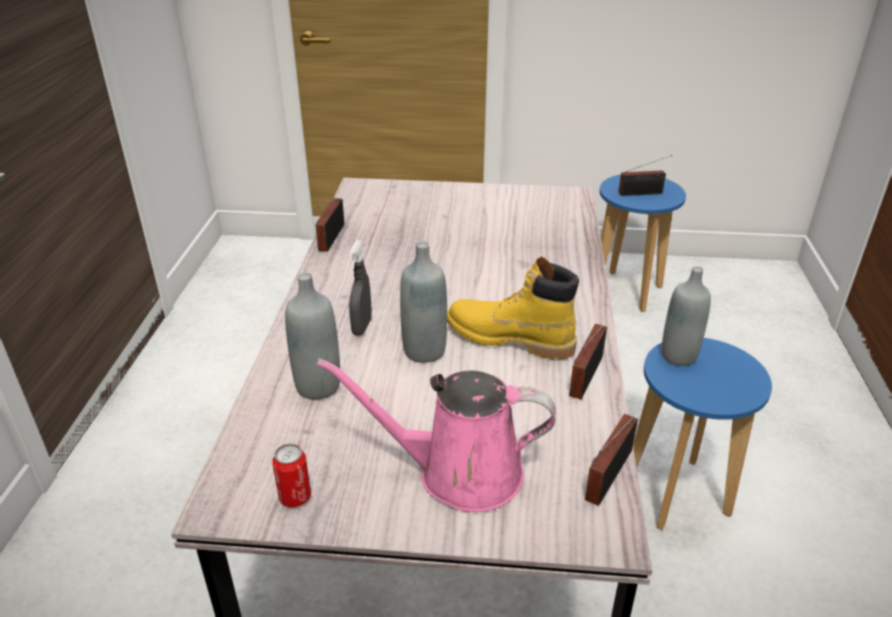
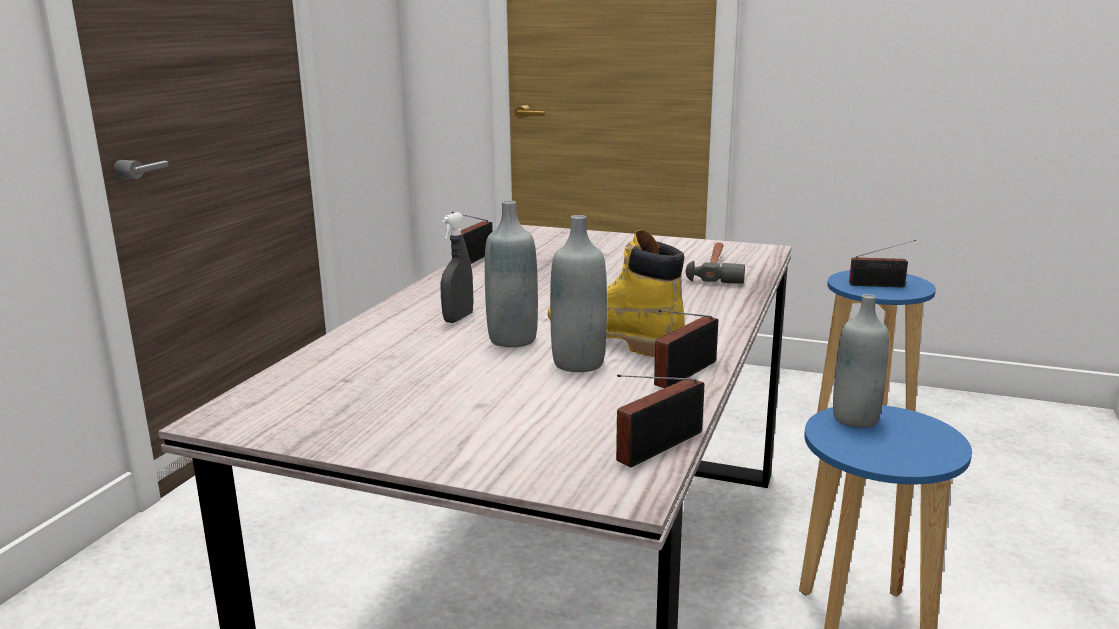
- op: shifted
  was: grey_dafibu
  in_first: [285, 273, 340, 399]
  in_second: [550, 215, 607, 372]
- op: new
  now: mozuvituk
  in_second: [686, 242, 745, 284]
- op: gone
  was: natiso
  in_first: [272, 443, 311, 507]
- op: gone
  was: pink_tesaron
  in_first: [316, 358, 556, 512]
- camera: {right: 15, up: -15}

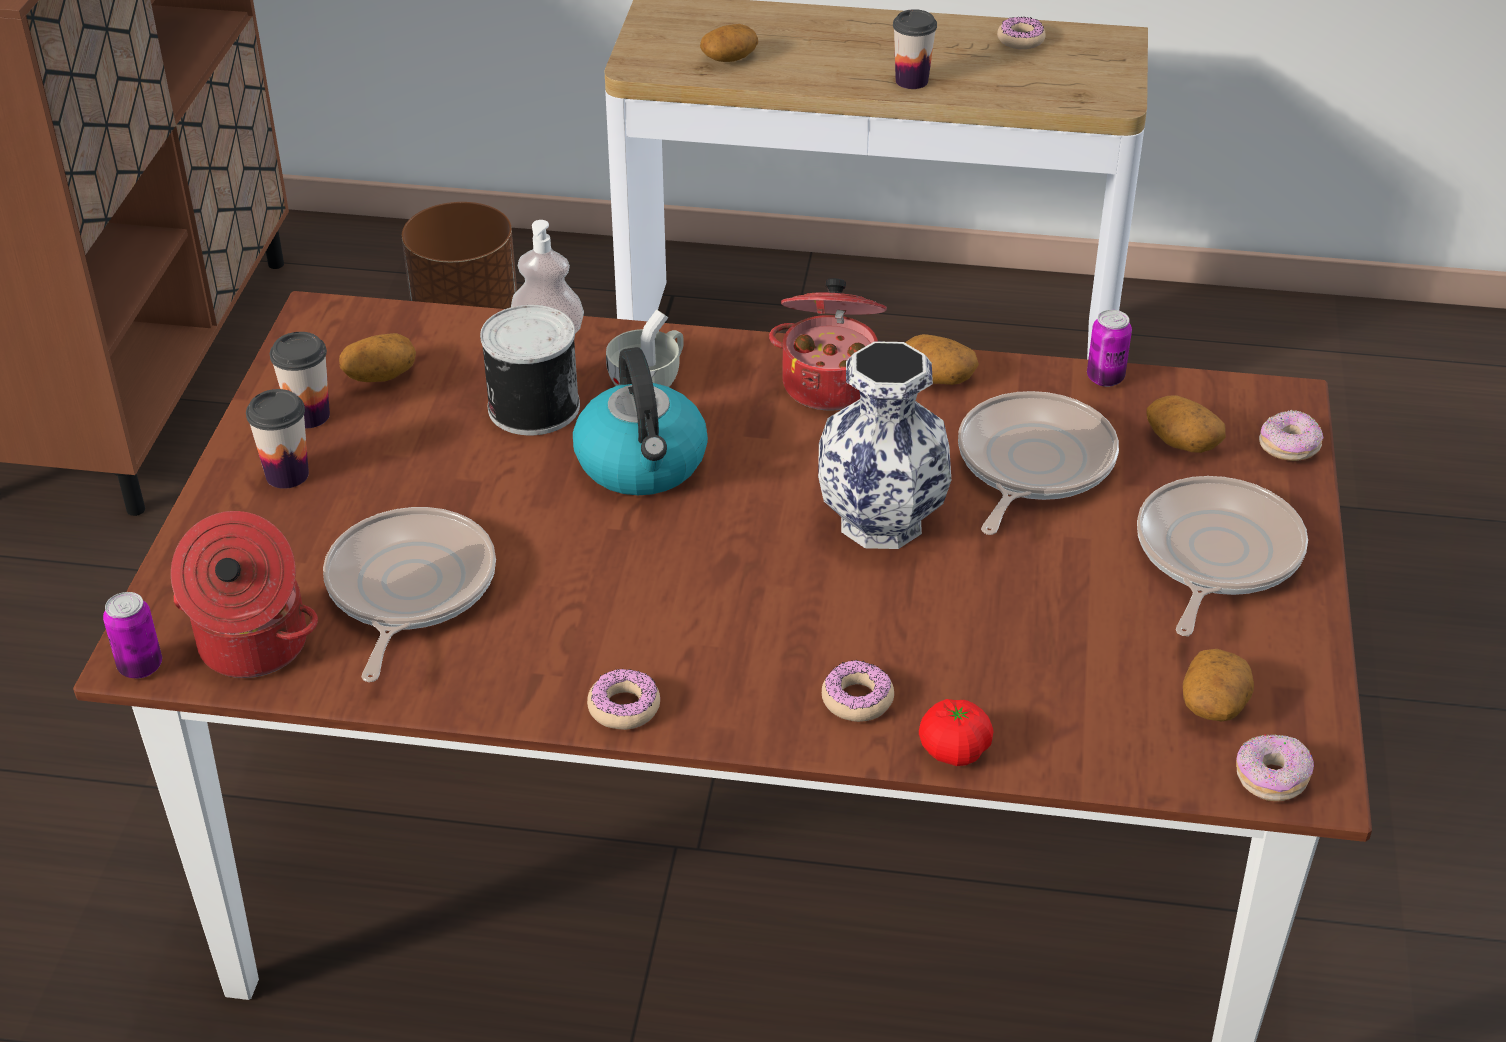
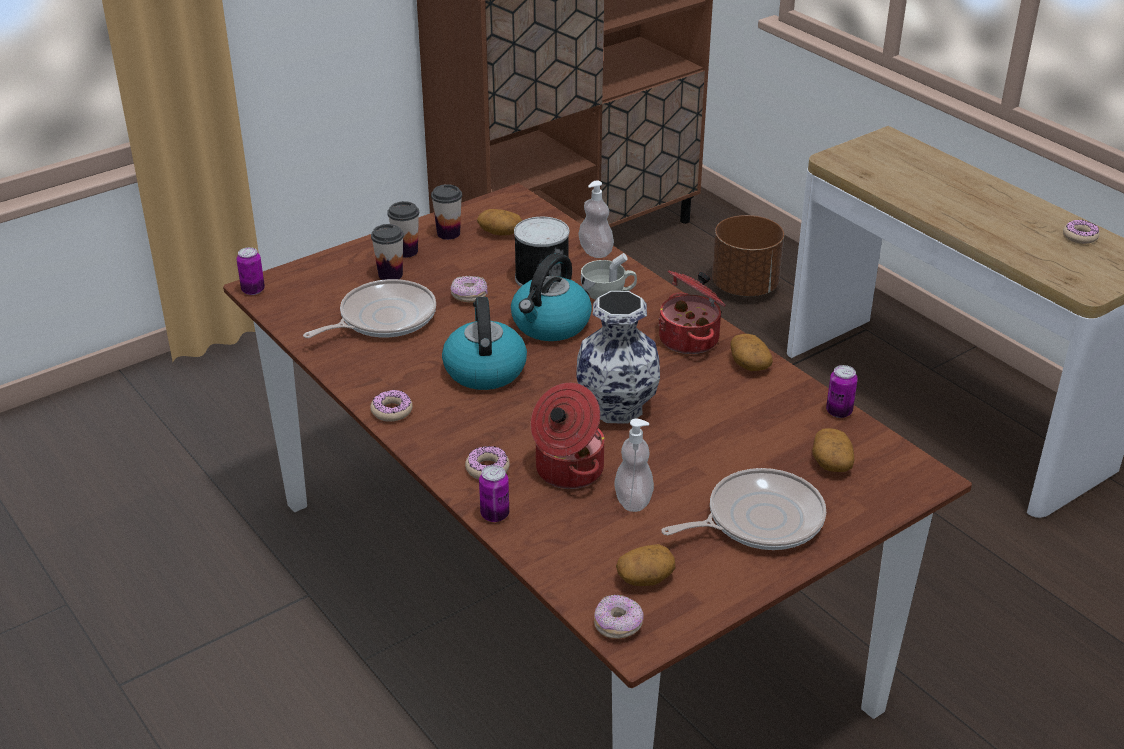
- op: shifted
  was: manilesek
  in_first: [893, 9, 937, 89]
  in_second: [371, 224, 404, 280]
- op: new
  now: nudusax
  in_second: [442, 297, 527, 390]
- op: shifted
  was: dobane
  in_first: [1259, 410, 1324, 461]
  in_second: [450, 276, 487, 302]
- op: swapped
  was: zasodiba
  now: natiso
  in_first: [919, 699, 994, 766]
  in_second: [479, 465, 509, 522]
- op: shifted
  was: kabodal
  in_first: [171, 511, 318, 678]
  in_second: [531, 383, 604, 489]
- op: new
  now: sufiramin
  in_second: [614, 419, 654, 512]
- op: gone
  was: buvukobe
  in_first: [700, 24, 758, 62]
- op: gone
  was: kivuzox
  in_first: [958, 391, 1119, 535]
- camera: {right: 45, up: -5}

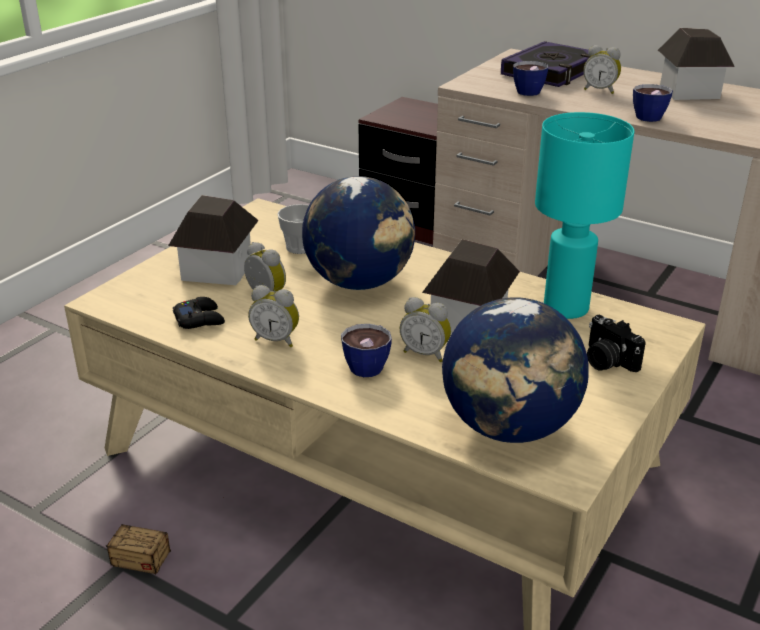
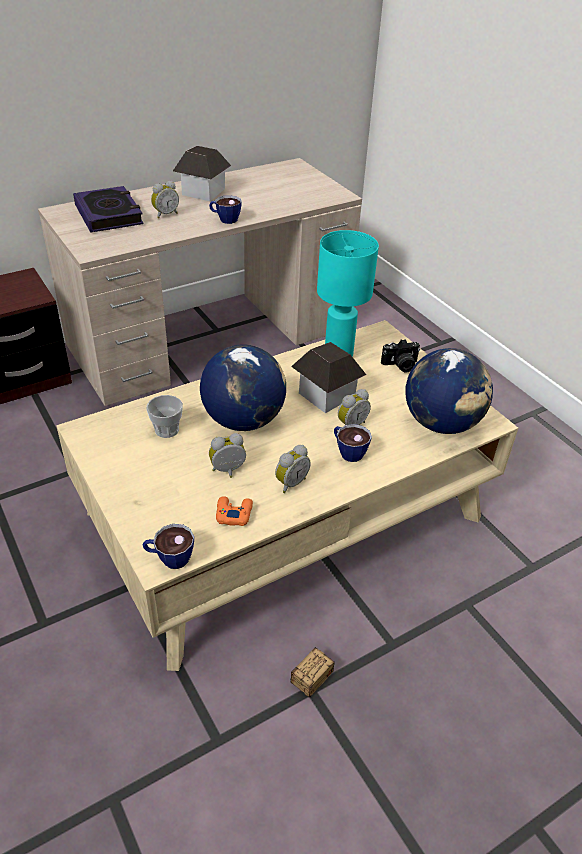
- op: shifted
  was: manilesek
  in_first: [513, 61, 548, 96]
  in_second: [143, 524, 194, 569]
- op: repainted
  was: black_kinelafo
  now: orange_kinelafo
  in_first: [173, 297, 225, 329]
  in_second: [216, 496, 253, 526]
- op: gone
  was: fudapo
  in_first: [168, 195, 259, 285]
- camera: {right: -65, up: 10}

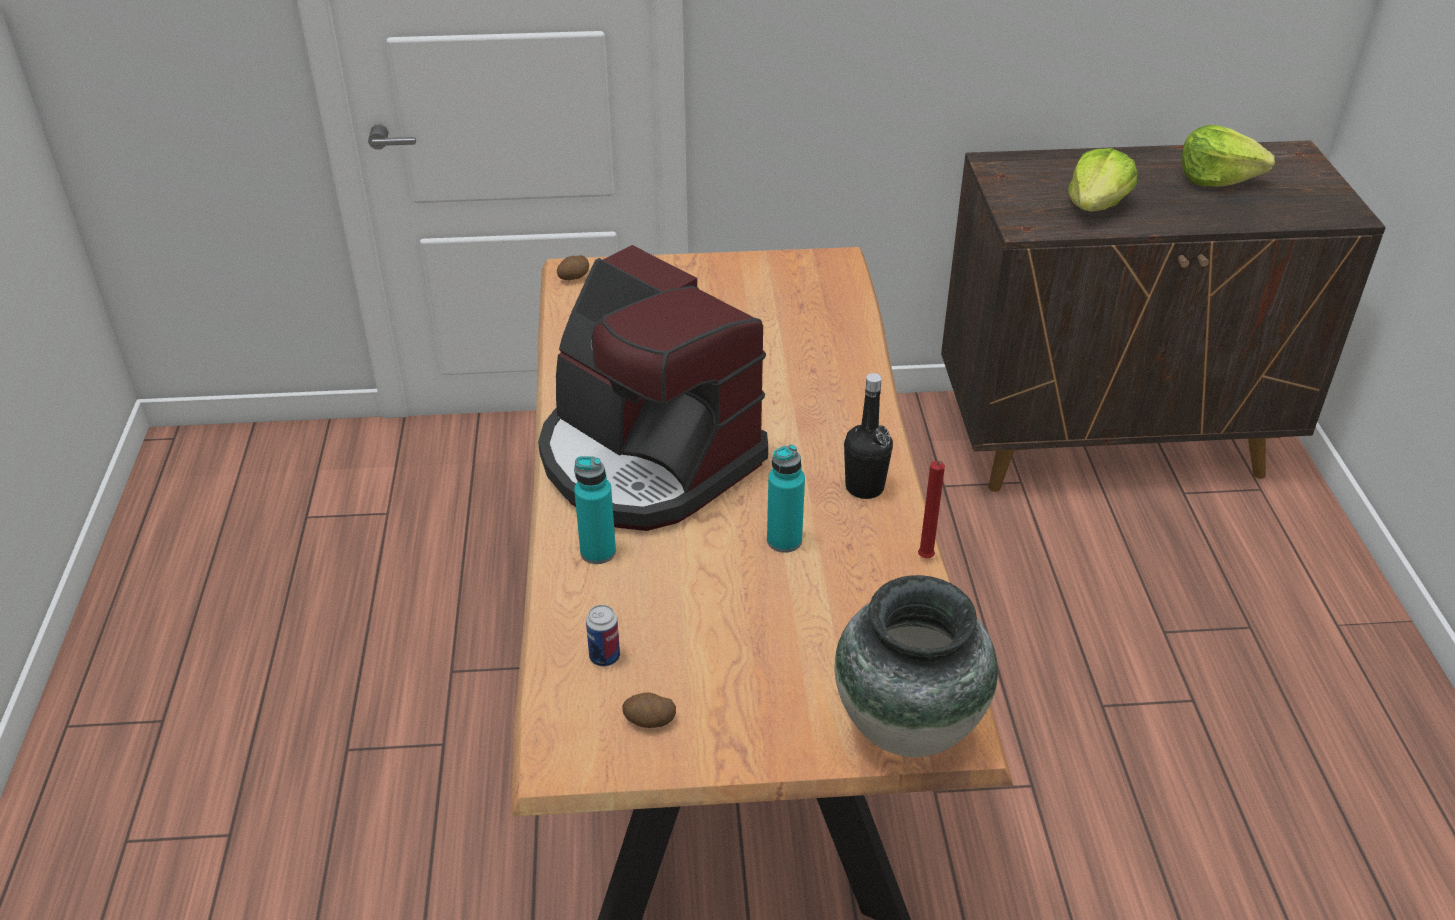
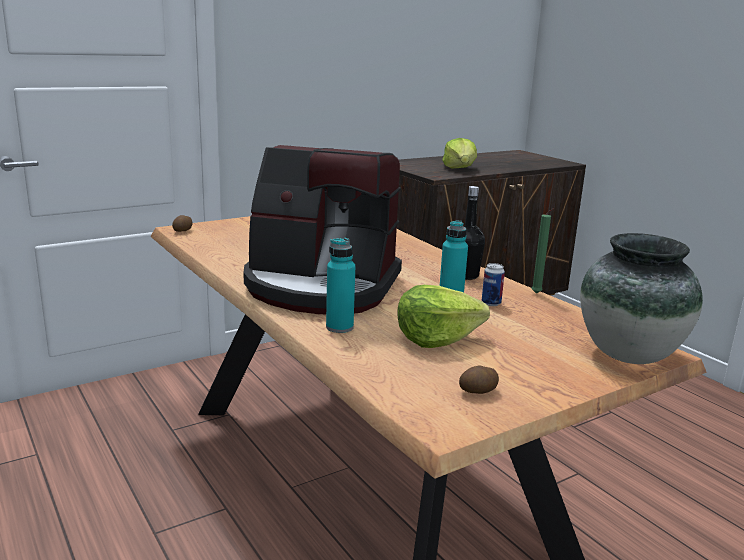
- op: shifted
  was: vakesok
  in_first: [1182, 125, 1275, 187]
  in_second: [397, 285, 490, 348]
- op: shifted
  was: natiso
  in_first: [586, 605, 620, 667]
  in_second: [482, 263, 505, 306]
- op: repainted
  was: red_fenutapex
  now: green_fenutapex
  in_first: [918, 461, 945, 558]
  in_second: [531, 209, 554, 294]
- camera: {right: -30, up: -20}

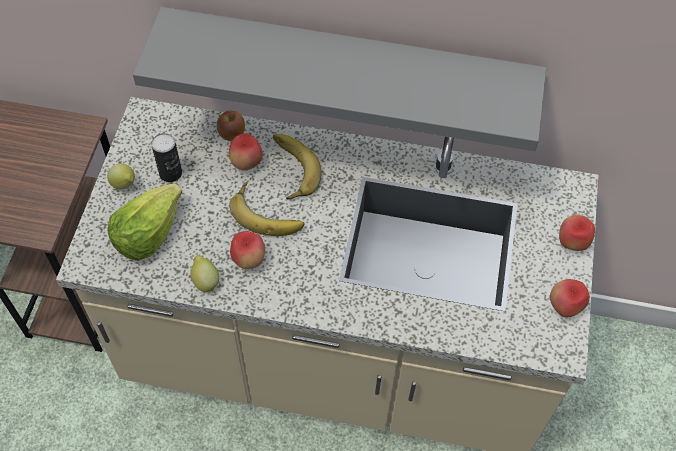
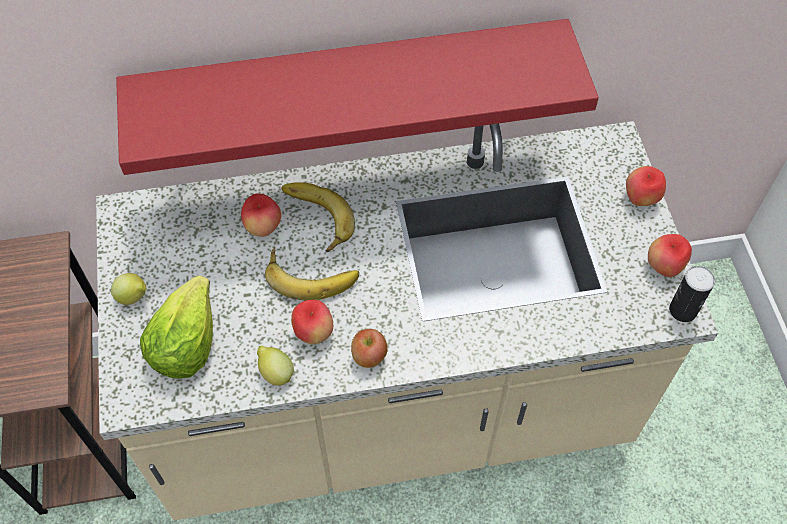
- op: repainted
  was: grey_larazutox
  now: red_larazutox
  in_first: [133, 7, 546, 151]
  in_second: [116, 19, 599, 175]
- op: shifted
  was: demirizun
  in_first: [217, 111, 245, 141]
  in_second: [351, 329, 388, 368]
- op: shifted
  was: natiso
  in_first: [151, 133, 182, 182]
  in_second: [669, 266, 715, 322]
- camera: {right: -20, up: 0}

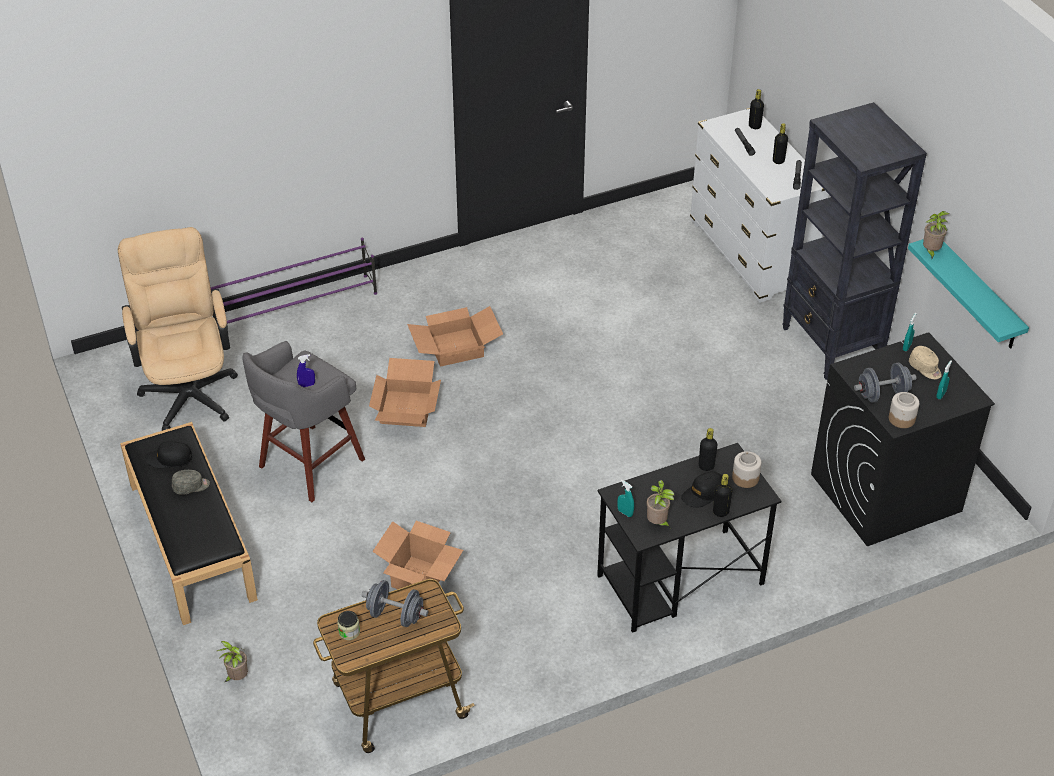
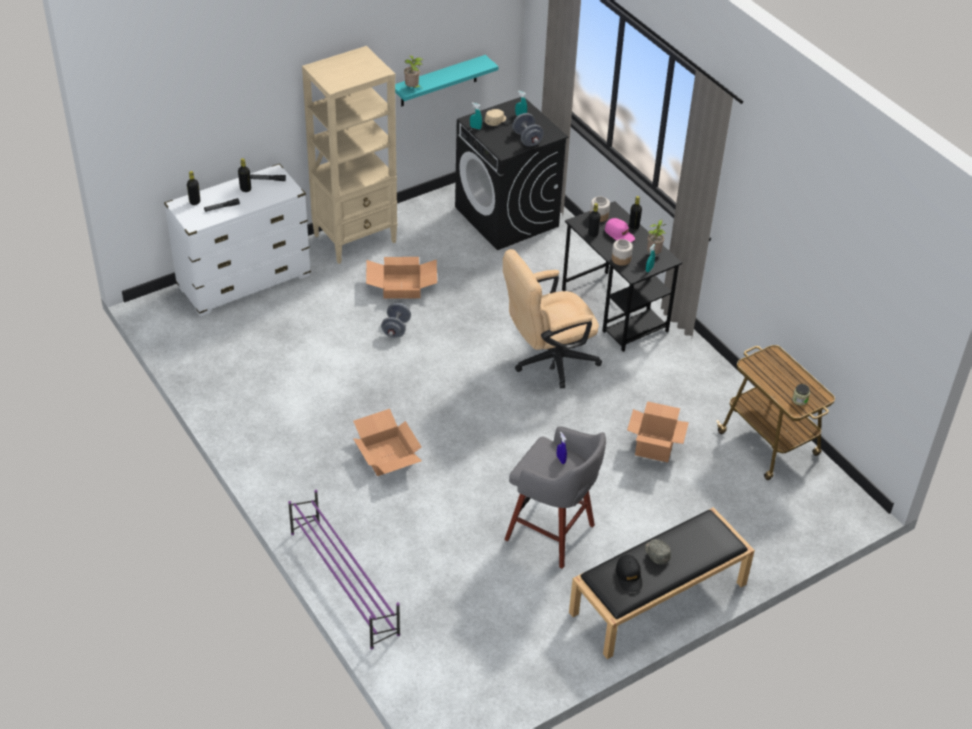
- op: repainted
  was: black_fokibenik
  now: beige_fokibenik
  in_first: [782, 102, 927, 380]
  in_second: [302, 46, 398, 264]
- op: shifted
  was: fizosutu
  in_first: [369, 358, 441, 427]
  in_second: [366, 257, 437, 299]
- op: shifted
  was: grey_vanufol
  in_first: [361, 580, 428, 627]
  in_second: [381, 303, 411, 338]
- op: shifted
  was: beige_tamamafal
  in_first: [118, 227, 238, 431]
  in_second: [503, 249, 602, 388]
- op: repainted
  was: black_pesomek
  now: pink_pesomek
  in_first: [681, 471, 722, 508]
  in_second: [605, 218, 635, 242]
- op: shifted
  was: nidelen
  in_first: [889, 392, 919, 428]
  in_second: [612, 239, 633, 266]
- op: gone
  was: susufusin
  in_first: [217, 641, 248, 682]
- camera: {right: -100, up: 0}

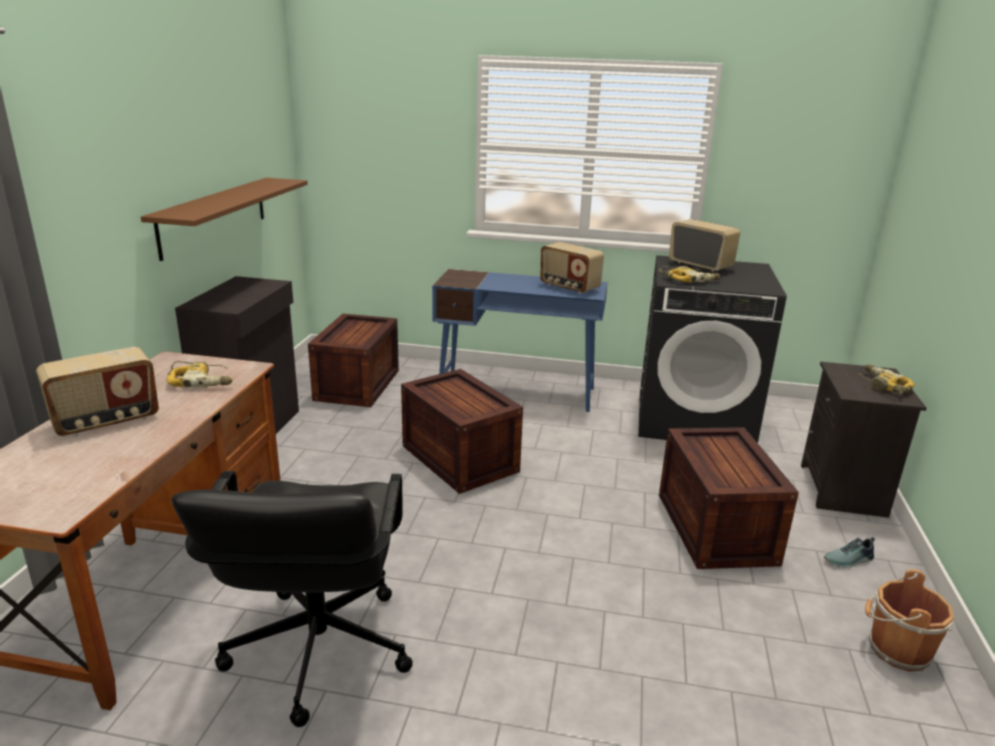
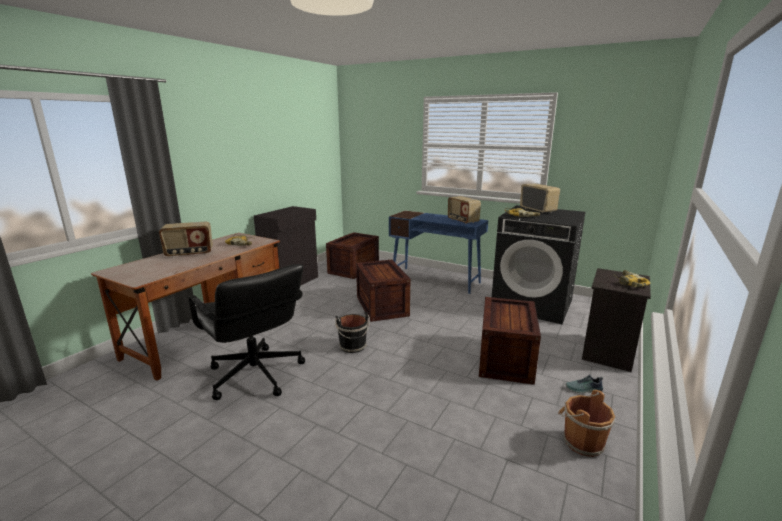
- op: rotated
  was: black_tamamafal
  in_first: [171, 471, 413, 727]
  in_second: [189, 264, 305, 400]
  clockwise: -60
- op: new
  now: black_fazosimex
  in_second: [335, 312, 370, 353]
- op: gone
  was: brown_larazutox
  in_first: [141, 178, 308, 261]
- camera: {right: 20, up: -5}

